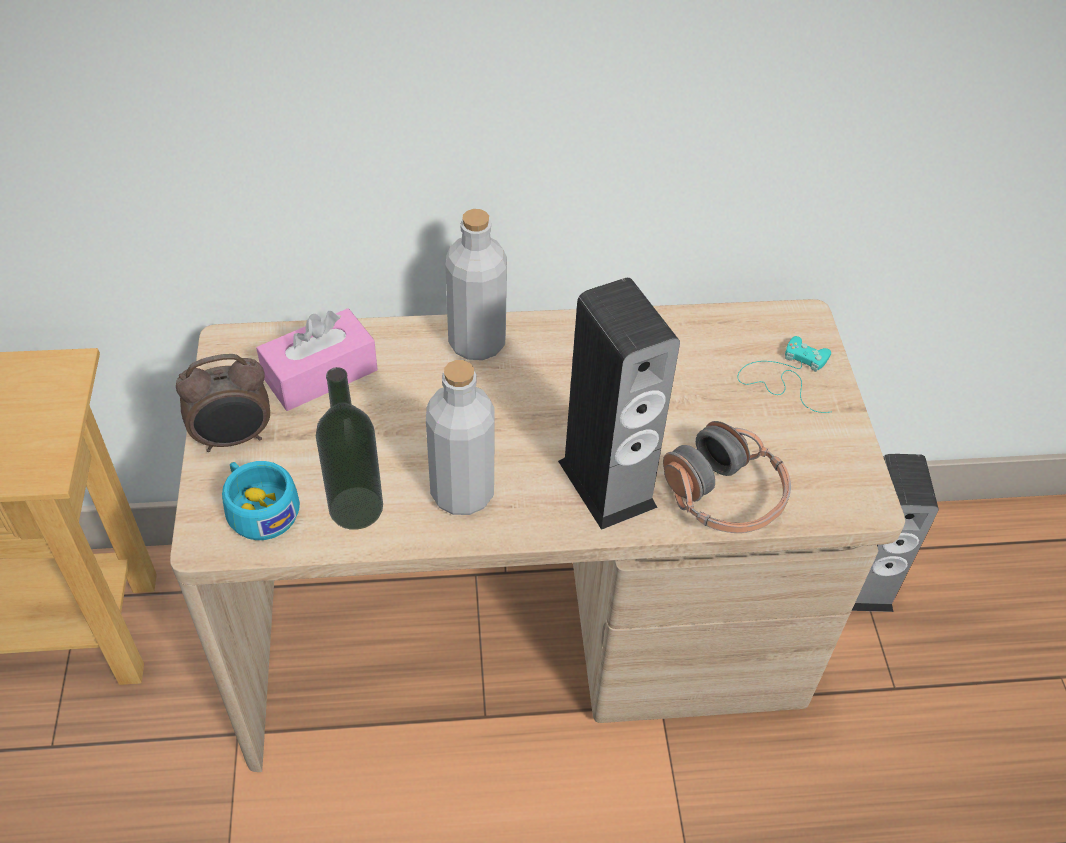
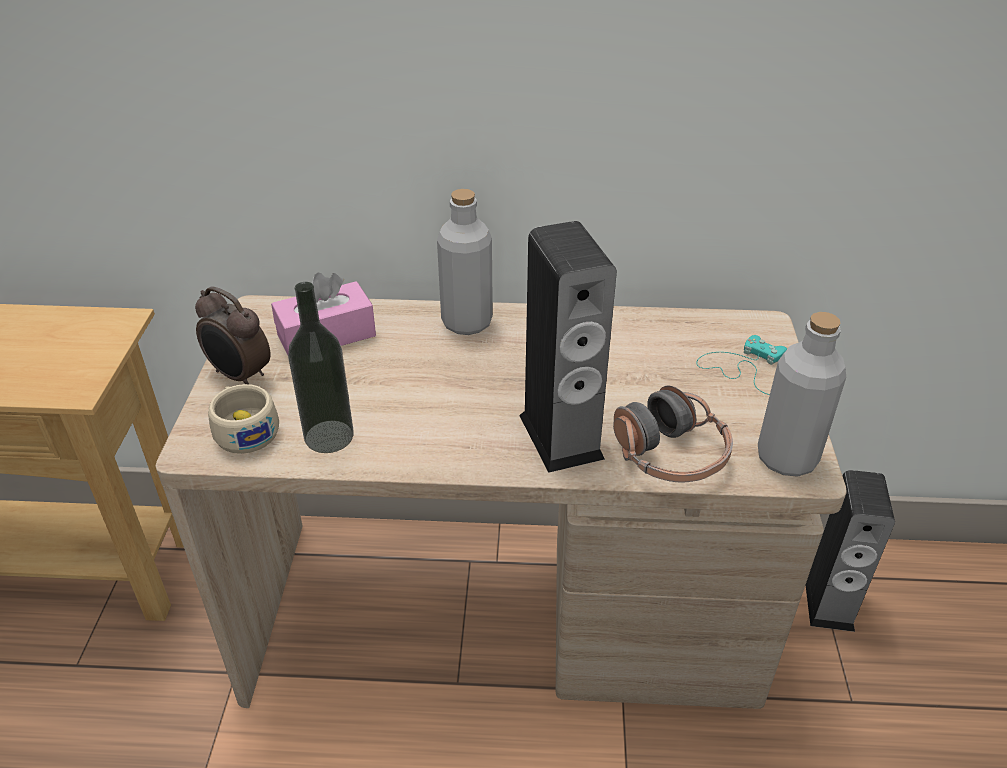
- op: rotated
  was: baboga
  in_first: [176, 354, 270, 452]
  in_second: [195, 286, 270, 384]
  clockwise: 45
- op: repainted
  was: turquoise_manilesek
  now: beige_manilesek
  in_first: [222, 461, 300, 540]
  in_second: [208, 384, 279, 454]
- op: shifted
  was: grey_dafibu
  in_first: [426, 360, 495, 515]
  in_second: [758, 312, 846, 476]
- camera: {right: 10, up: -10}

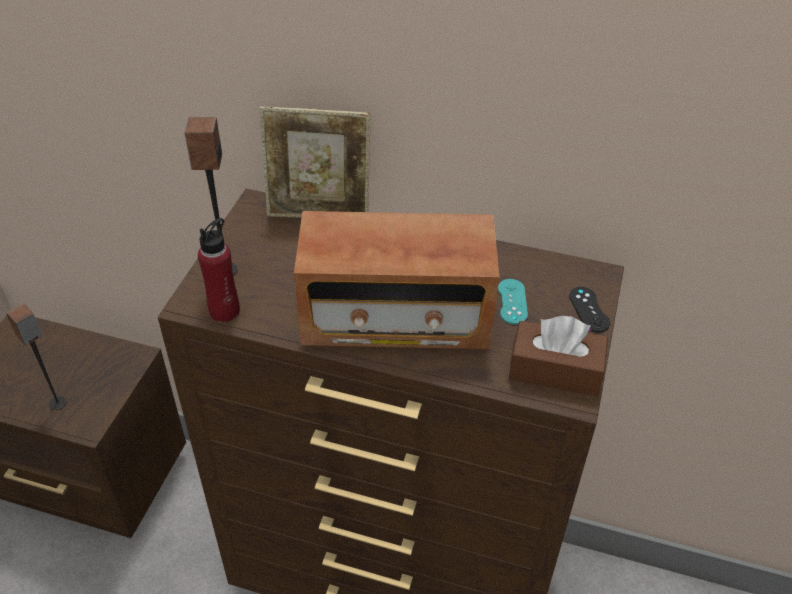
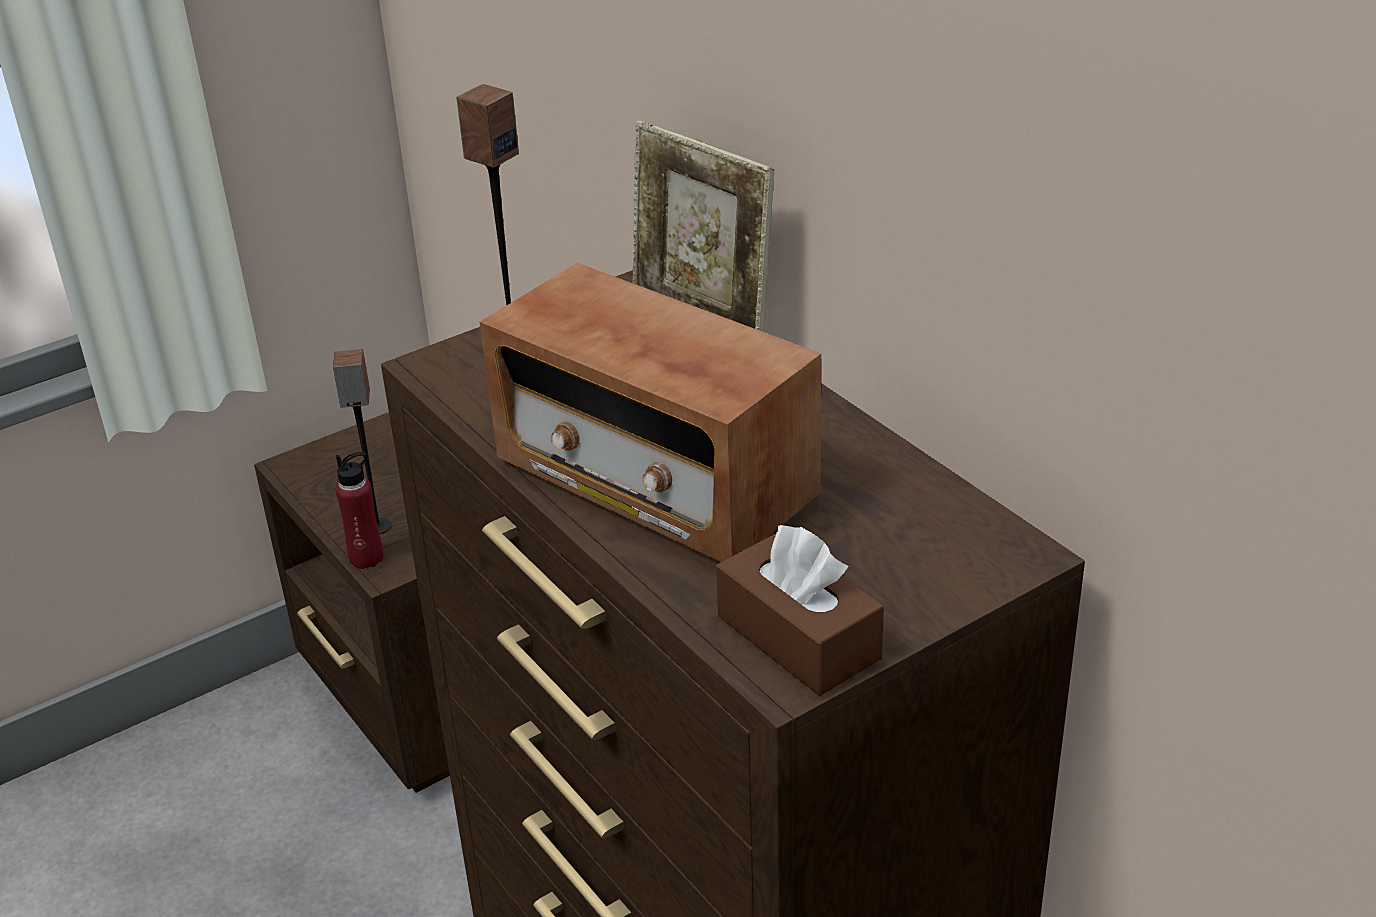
- op: shifted
  was: red_dafibu
  in_first: [198, 218, 240, 322]
  in_second: [335, 452, 383, 569]
- op: gone
  was: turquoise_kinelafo
  in_first: [498, 279, 528, 325]
- op: gone
  was: black_kinelafo
  in_first: [569, 287, 610, 333]
- camera: {right: 40, up: -10}

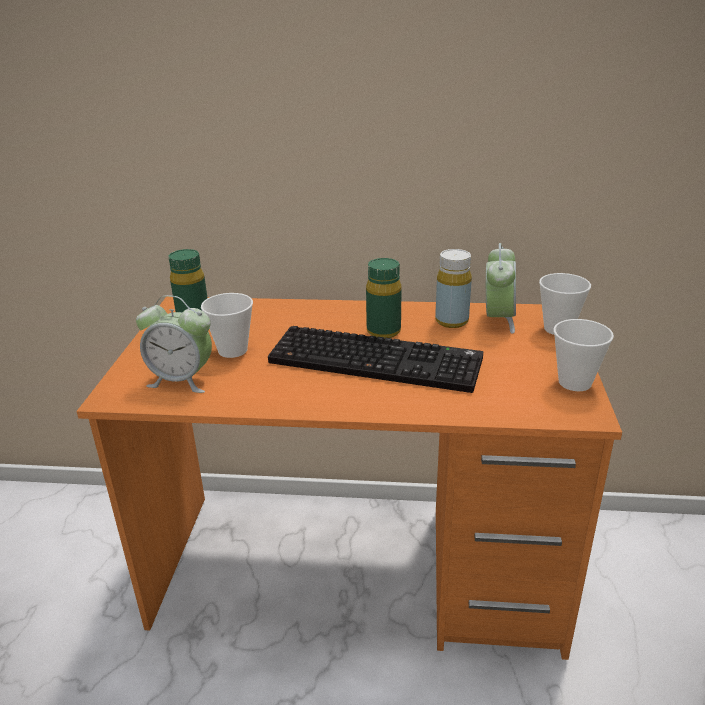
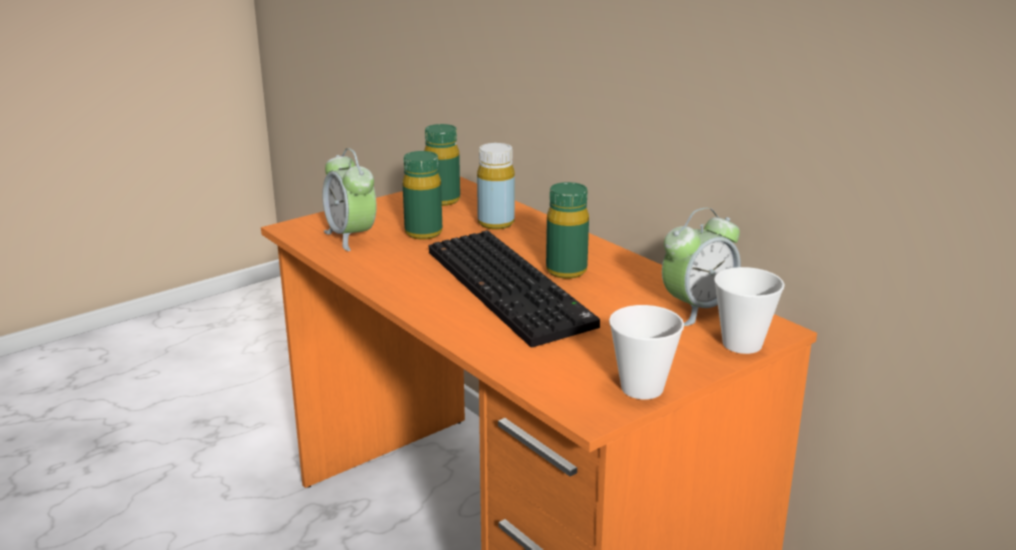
- op: swapped
  was: manilesek
  now: green_dafibu
  in_first: [201, 293, 253, 358]
  in_second: [403, 151, 442, 240]
- op: shifted
  was: yellow_dafibu
  in_first: [435, 249, 472, 328]
  in_second: [477, 143, 515, 229]
- camera: {right: 45, up: -5}

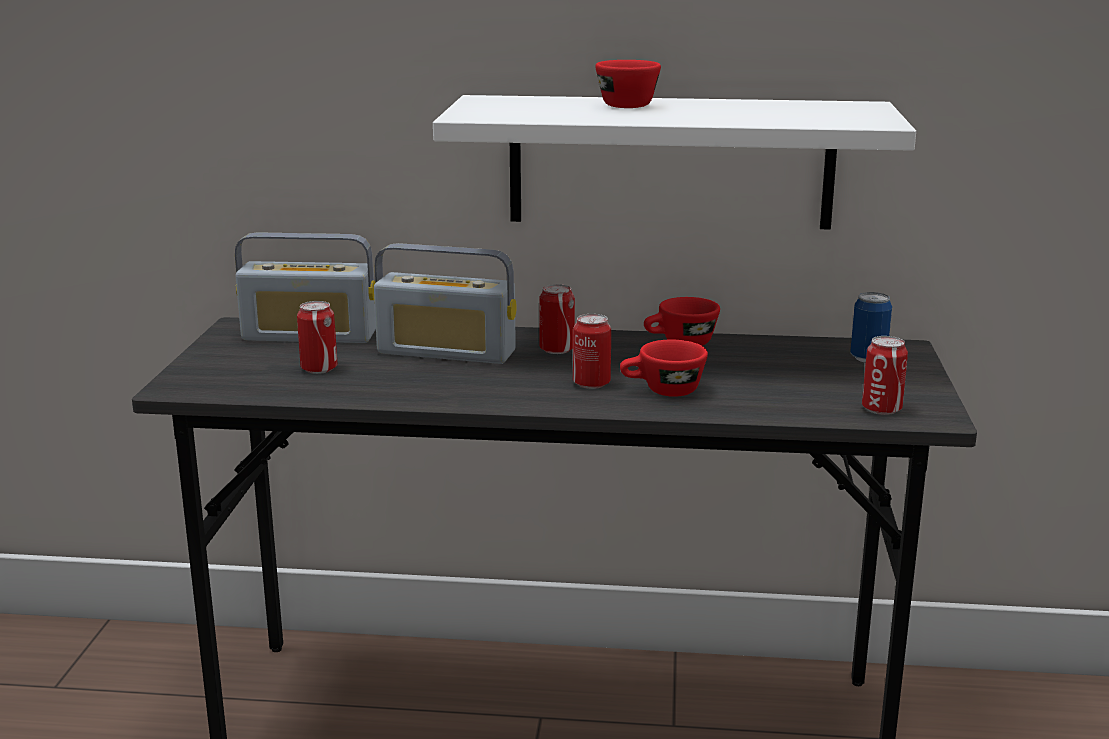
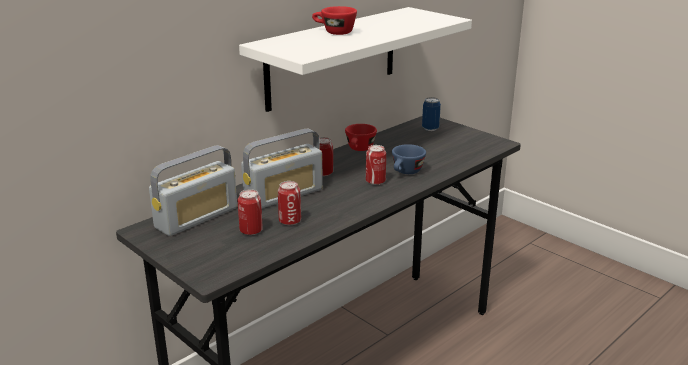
- op: shifted
  was: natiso
  in_first: [862, 336, 908, 415]
  in_second: [278, 181, 301, 225]
- op: repainted
  was: red_manilesek
  now: blue_manilesek
  in_first: [620, 339, 708, 397]
  in_second: [392, 144, 426, 174]
- camera: {right: -50, up: 5}

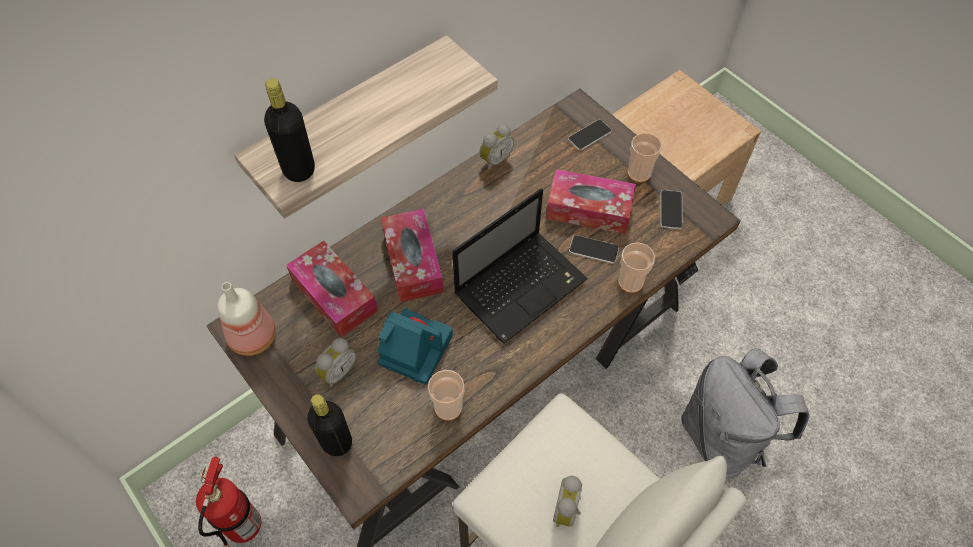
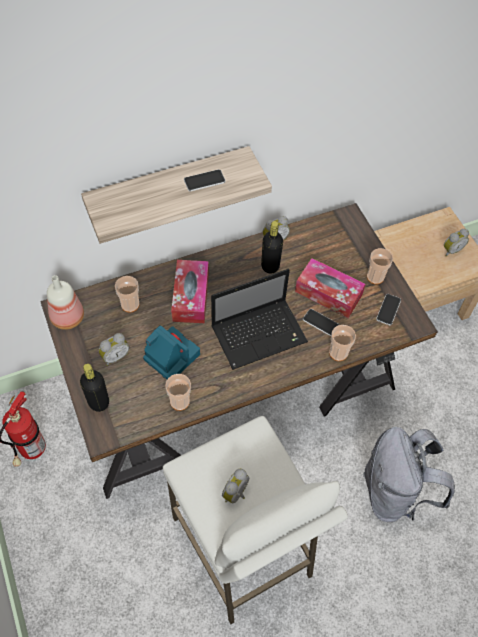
- op: swapped
  was: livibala
  now: manilesek
  in_first: [286, 241, 378, 337]
  in_second: [115, 276, 139, 313]
- op: shifted
  was: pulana
  in_first: [568, 119, 612, 151]
  in_second: [184, 169, 226, 191]
- op: shifted
  was: black_dafibu
  in_first: [264, 78, 315, 182]
  in_second: [261, 221, 283, 274]
- op: new
  now: baboga
  in_second: [444, 229, 469, 256]
- camera: {right: 15, up: 0}

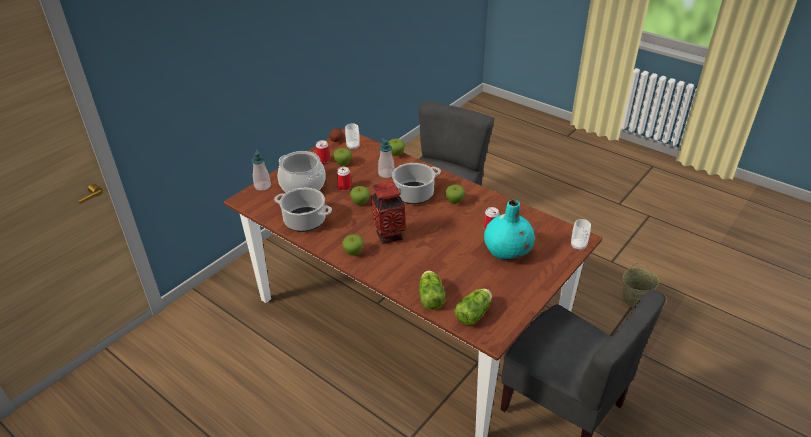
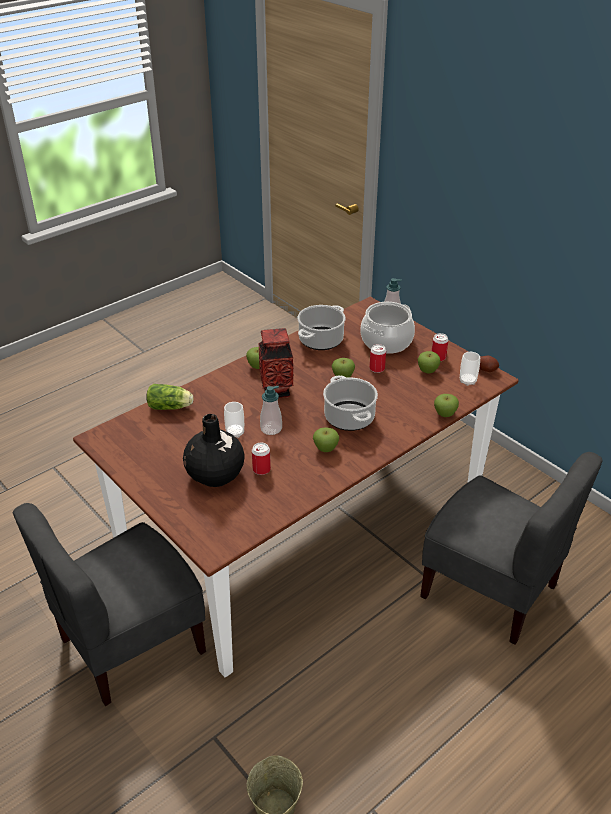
- op: repainted
  was: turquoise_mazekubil
  now: black_mazekubil
  in_first: [484, 200, 535, 261]
  in_second: [183, 414, 244, 487]
- op: shifted
  was: manilesek
  in_first: [571, 219, 591, 251]
  in_second: [224, 402, 244, 438]
- op: shifted
  was: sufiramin
  in_first: [378, 138, 395, 178]
  in_second: [260, 386, 282, 435]
- op: gone
  was: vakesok
  in_first: [455, 289, 492, 325]
- camera: {right: 100, up: 0}

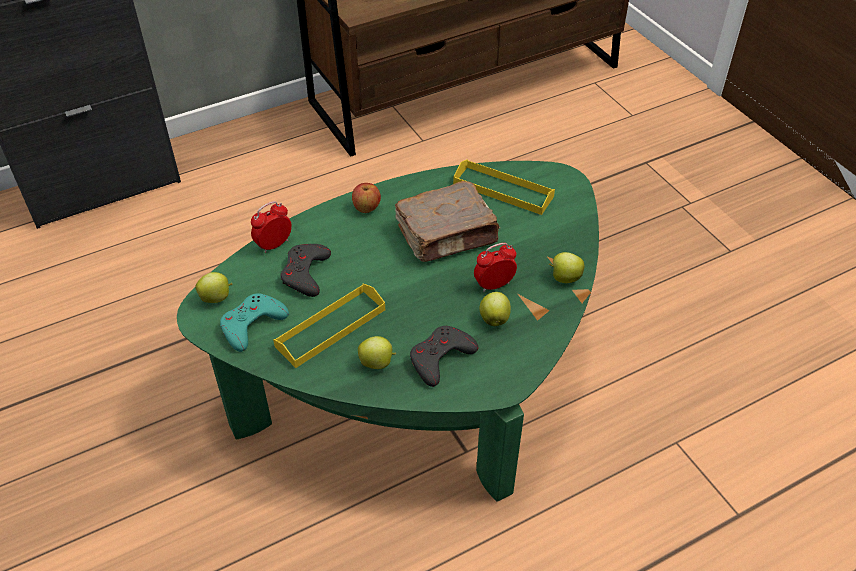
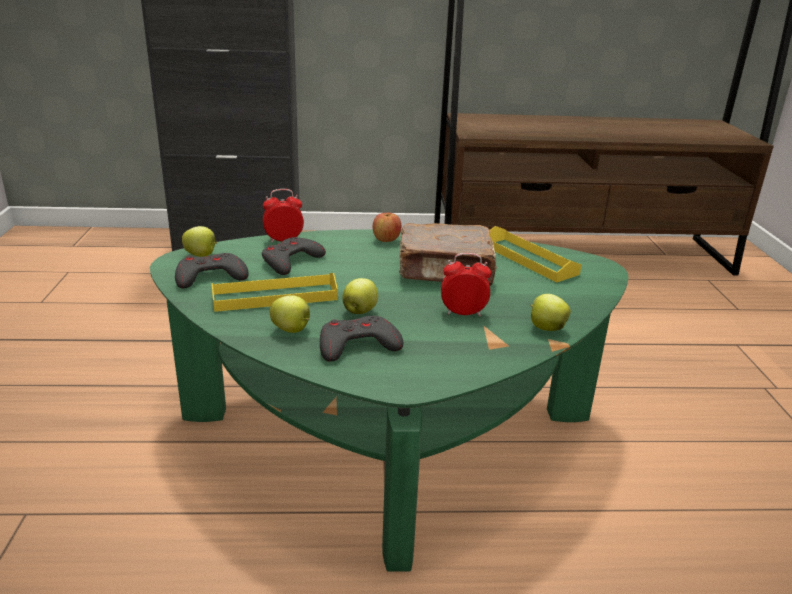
- op: repainted
  was: turquoise_kinelafo
  now: grey_kinelafo
  in_first: [220, 293, 289, 352]
  in_second: [175, 253, 249, 288]
- op: shifted
  was: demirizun
  in_first: [479, 292, 511, 326]
  in_second: [342, 278, 378, 314]
- camera: {right: 25, up: -20}

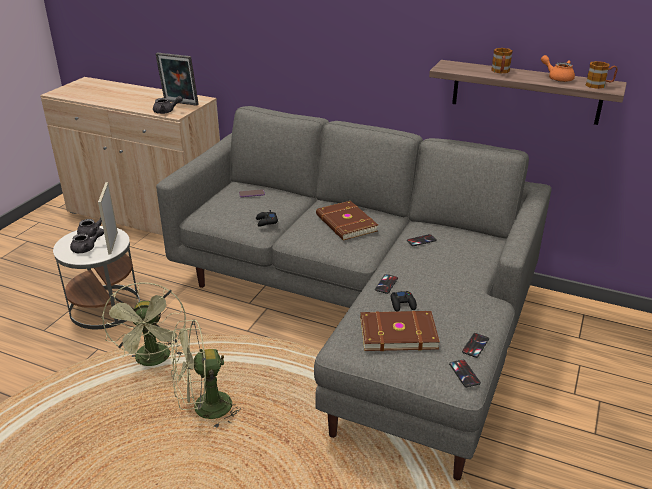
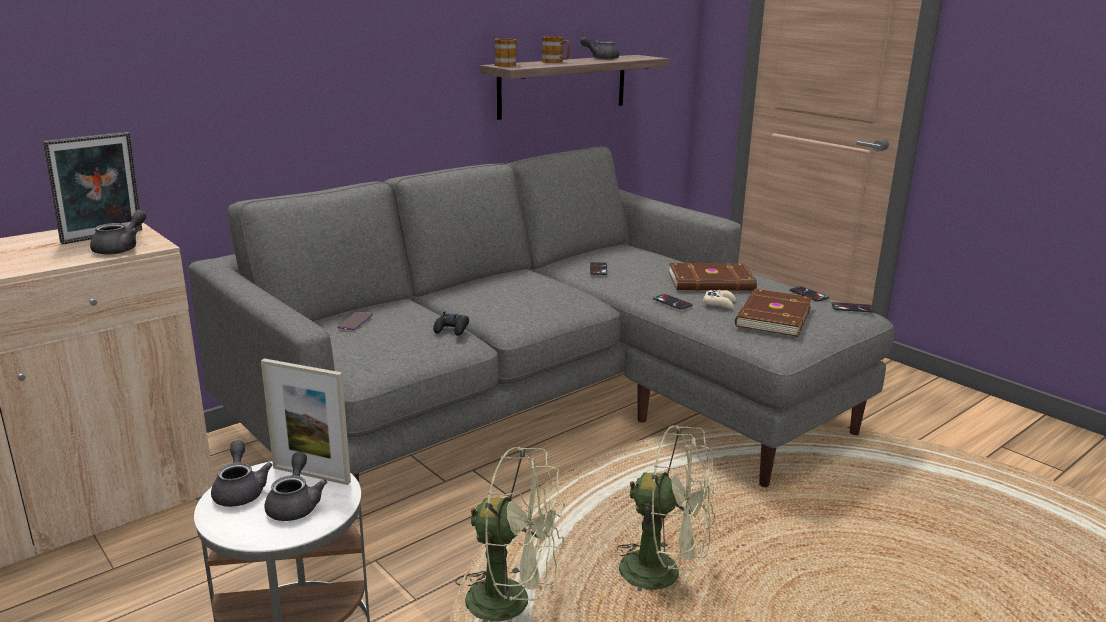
- op: shifted
  was: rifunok
  in_first: [586, 61, 618, 89]
  in_second: [495, 39, 517, 67]
- op: repainted
  was: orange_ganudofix
  now: grey_ganudofix
  in_first: [541, 55, 575, 82]
  in_second: [580, 37, 619, 60]
- op: rotated
  was: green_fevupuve
  in_first: [171, 319, 241, 430]
  in_second: [617, 425, 716, 592]
  clockwise: -75
- op: shifted
  was: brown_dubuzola
  in_first: [316, 201, 378, 240]
  in_second: [669, 263, 757, 291]
- op: repainted
  was: black_kinelafo
  now: beige_kinelafo
  in_first: [391, 291, 417, 311]
  in_second: [703, 290, 736, 309]
- camera: {right: -65, up: -10}

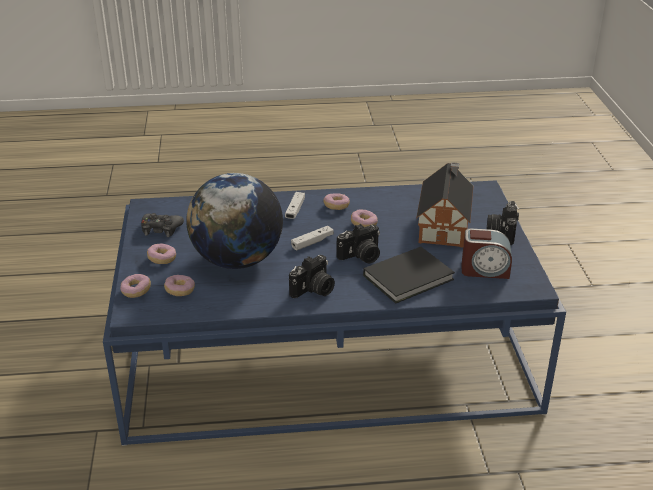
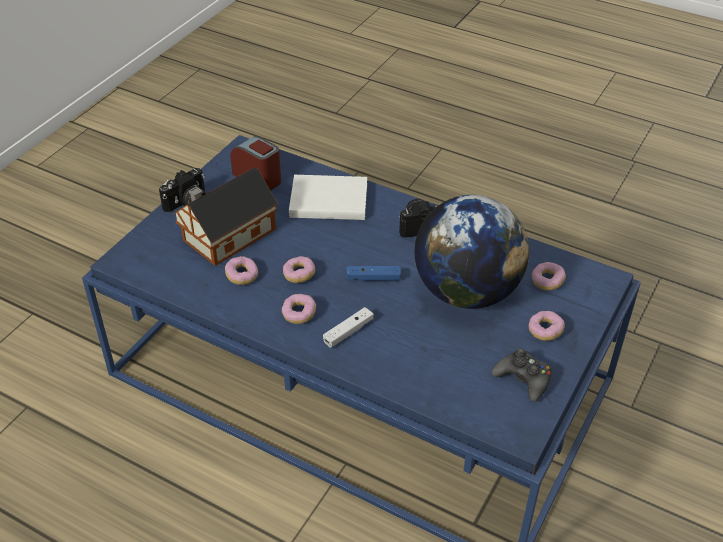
- op: shifted
  was: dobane
  in_first: [120, 274, 151, 298]
  in_second: [225, 256, 258, 285]
- op: repainted
  was: black_dubuzola
  now: white_dubuzola
  in_first: [363, 247, 455, 304]
  in_second: [289, 175, 367, 220]
- op: repainted
  was: white_kinelafo
  now: blue_kinelafo
  in_first: [291, 226, 334, 250]
  in_second: [346, 266, 401, 281]
- op: gone
  was: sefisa
  in_first: [336, 224, 380, 263]
- camera: {right: -145, up: 10}

